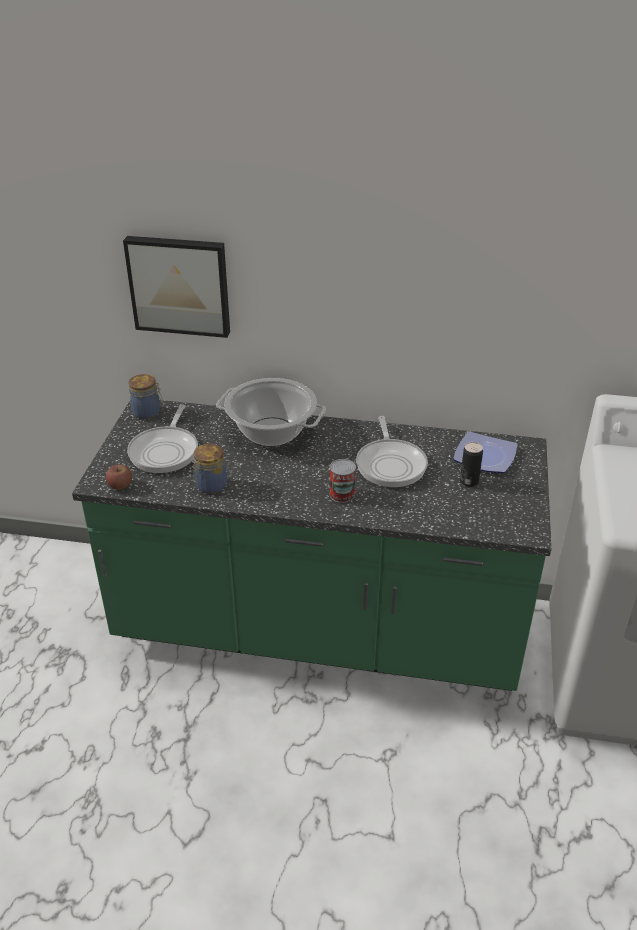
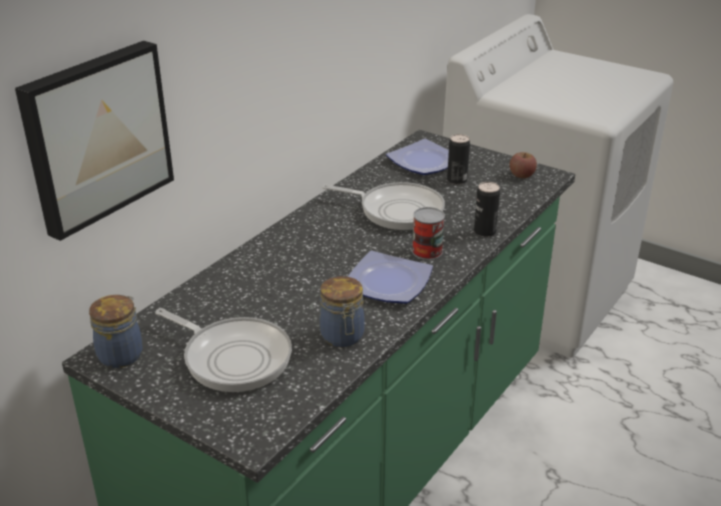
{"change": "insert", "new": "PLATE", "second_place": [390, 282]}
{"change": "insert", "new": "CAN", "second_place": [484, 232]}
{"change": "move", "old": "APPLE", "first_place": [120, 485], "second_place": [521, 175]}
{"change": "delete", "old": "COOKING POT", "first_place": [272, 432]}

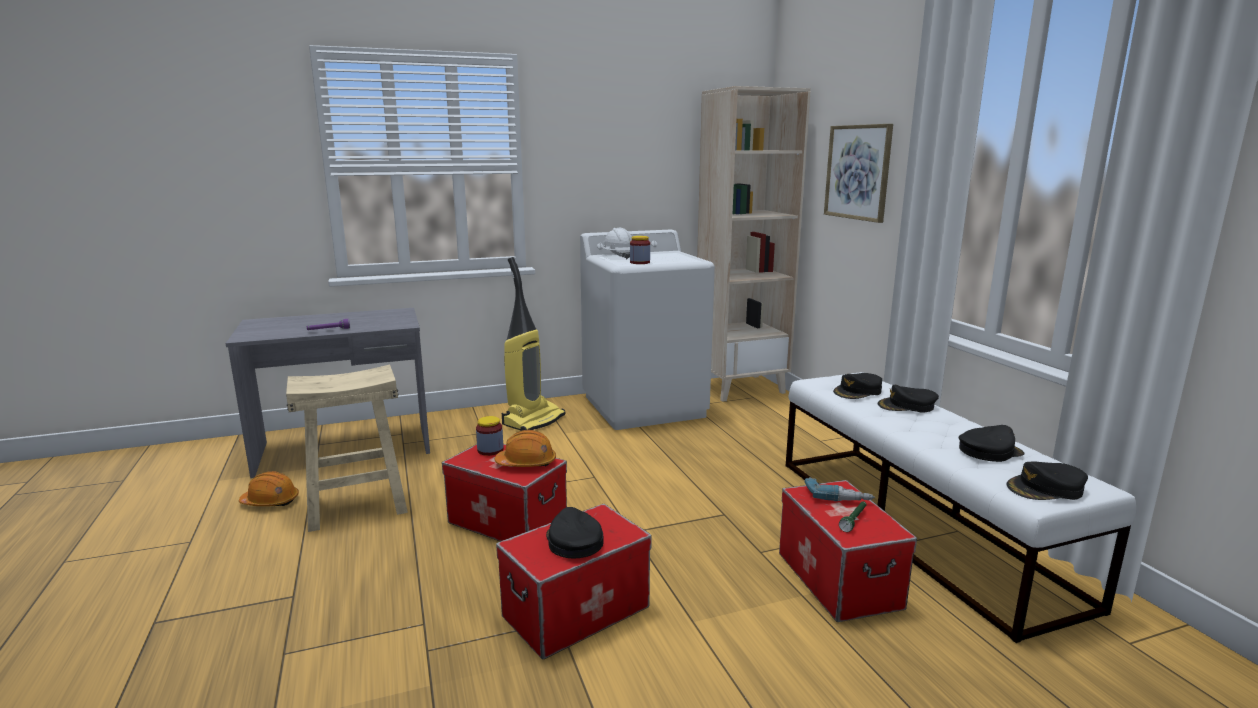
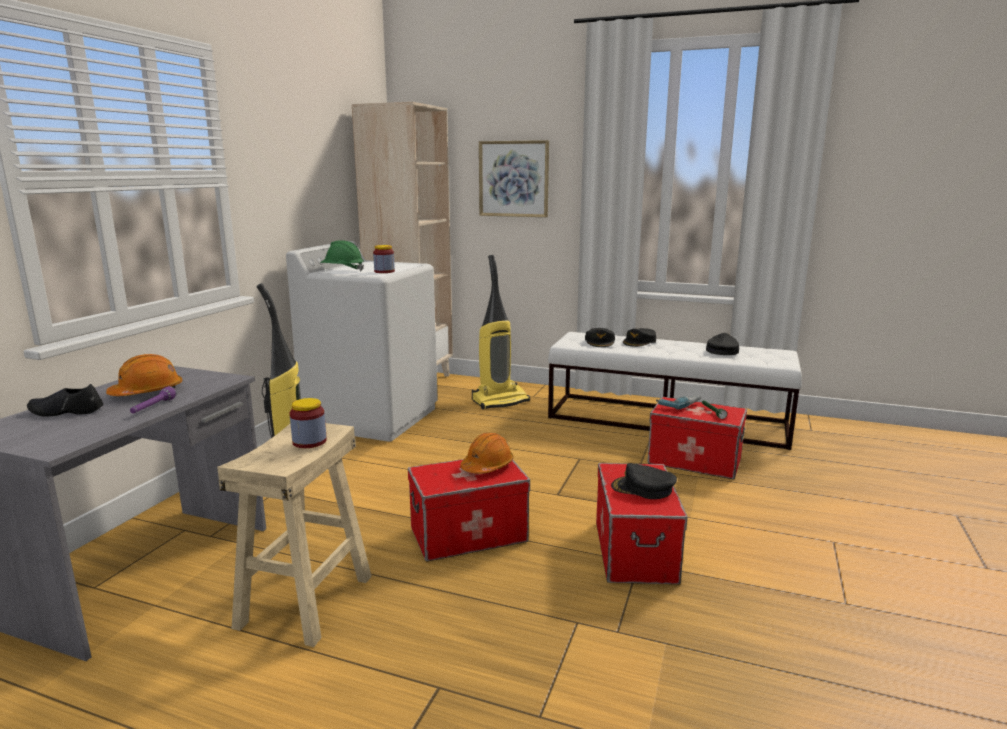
{"change": "insert", "new": "BLACK SHOE", "second_place": [65, 411]}
{"change": "move", "old": "ORANGE HARD HAT", "first_place": [270, 501], "second_place": [147, 392]}
{"change": "move", "old": "JAR", "first_place": [490, 450], "second_place": [309, 442]}
{"change": "recolor", "old": "WHITE HARD HAT", "new": "GREEN HARD HAT", "first_place": [618, 256], "second_place": [342, 270]}
{"change": "insert", "new": "VACUUM CLEANER", "second_place": [500, 401]}
{"change": "delete", "old": "BLACK CAP", "first_place": [1046, 489]}

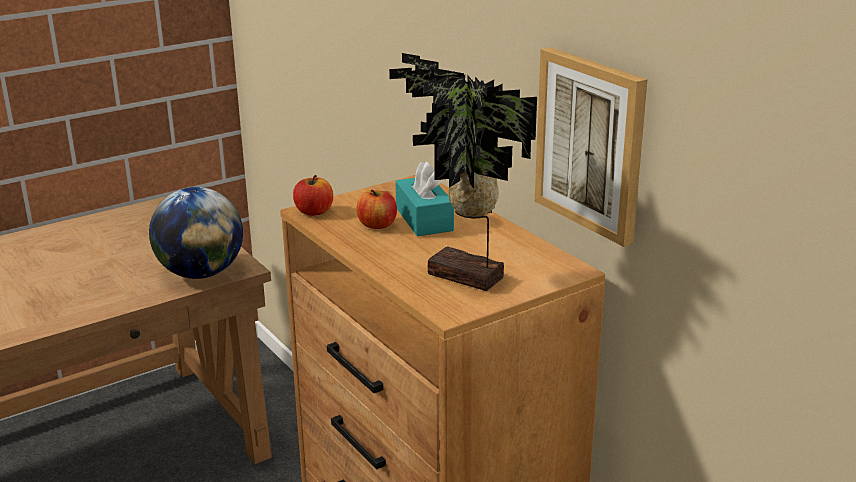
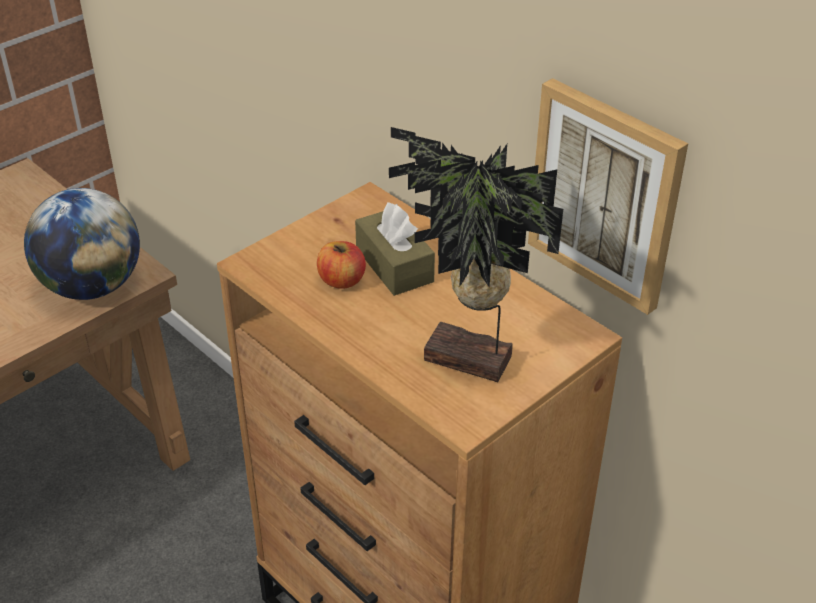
{"change": "recolor", "old": "TURQUOISE TISSUE BOX", "new": "BROWN TISSUE BOX", "first_place": [424, 219], "second_place": [394, 265]}
{"change": "delete", "old": "APPLE", "first_place": [314, 212]}

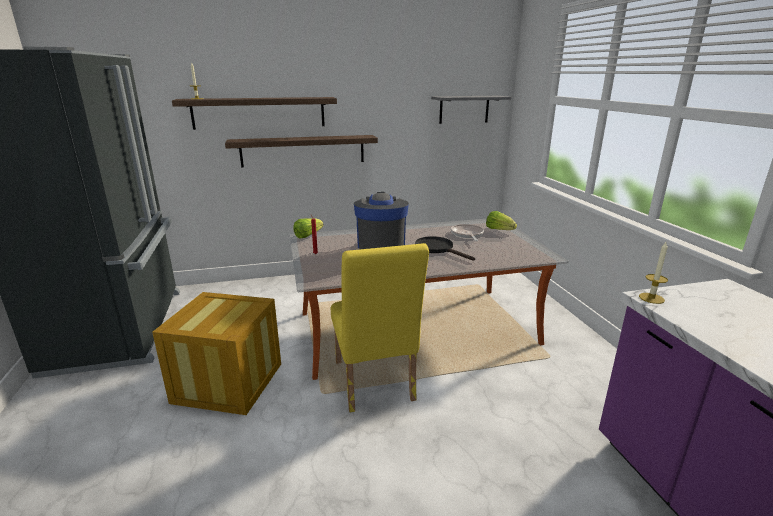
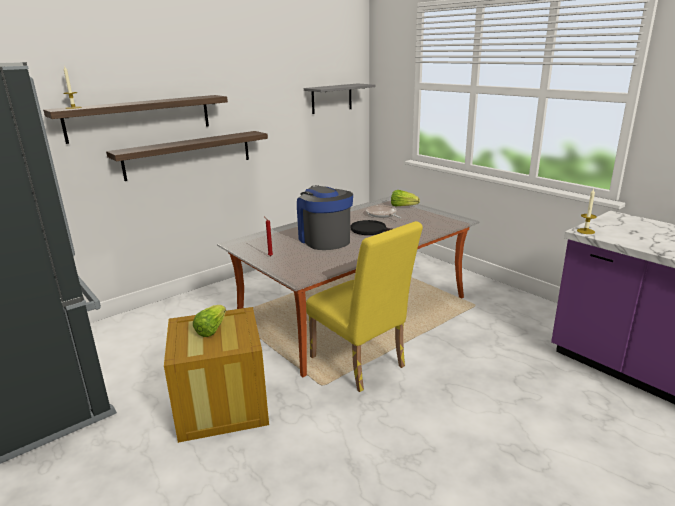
{"change": "move", "old": "LETTUCE", "first_place": [308, 235], "second_place": [211, 329]}

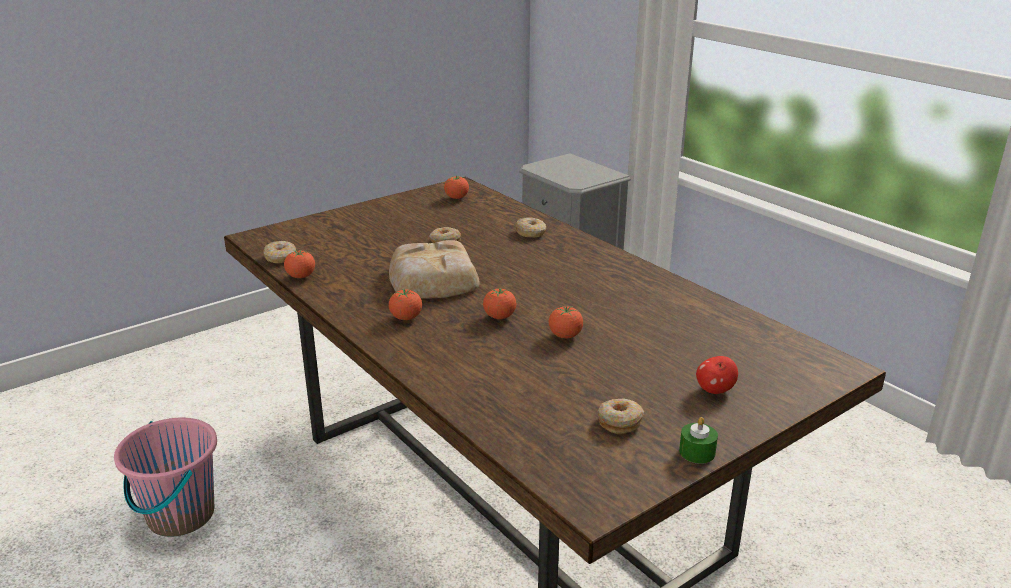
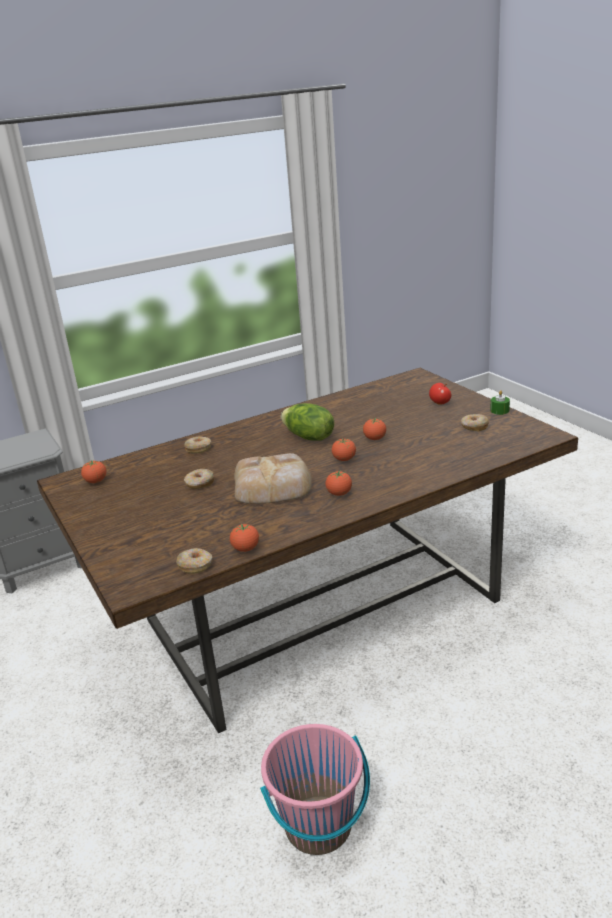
{"change": "insert", "new": "LETTUCE", "second_place": [308, 437]}

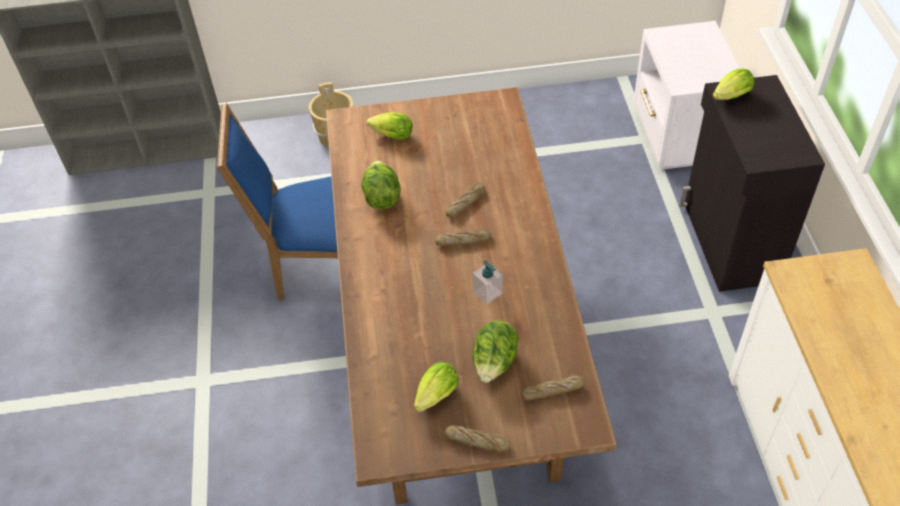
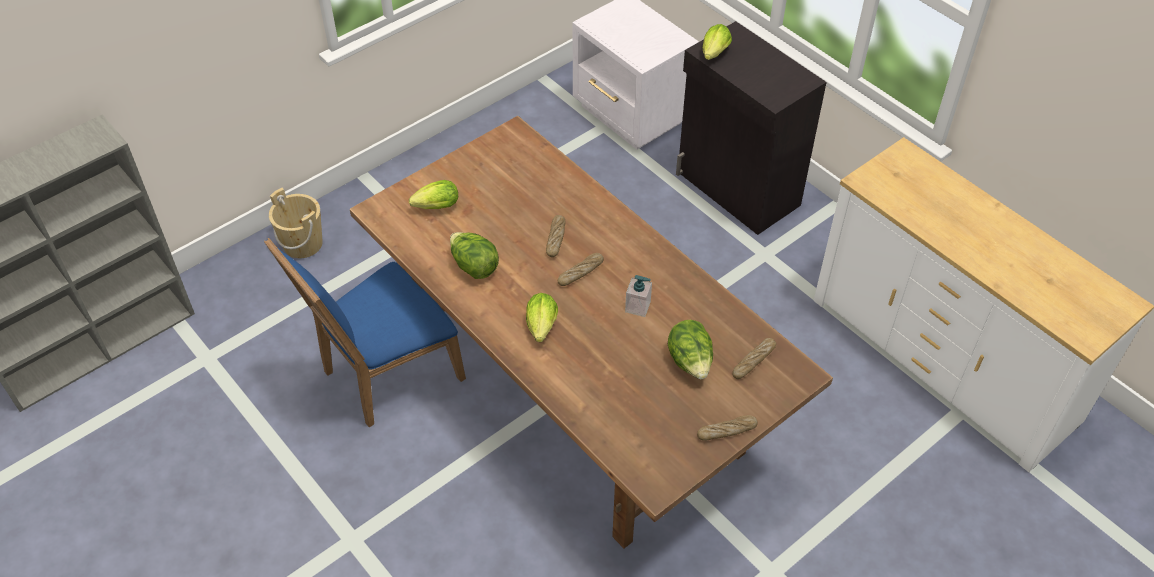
{"change": "move", "old": "LETTUCE", "first_place": [434, 398], "second_place": [541, 329]}

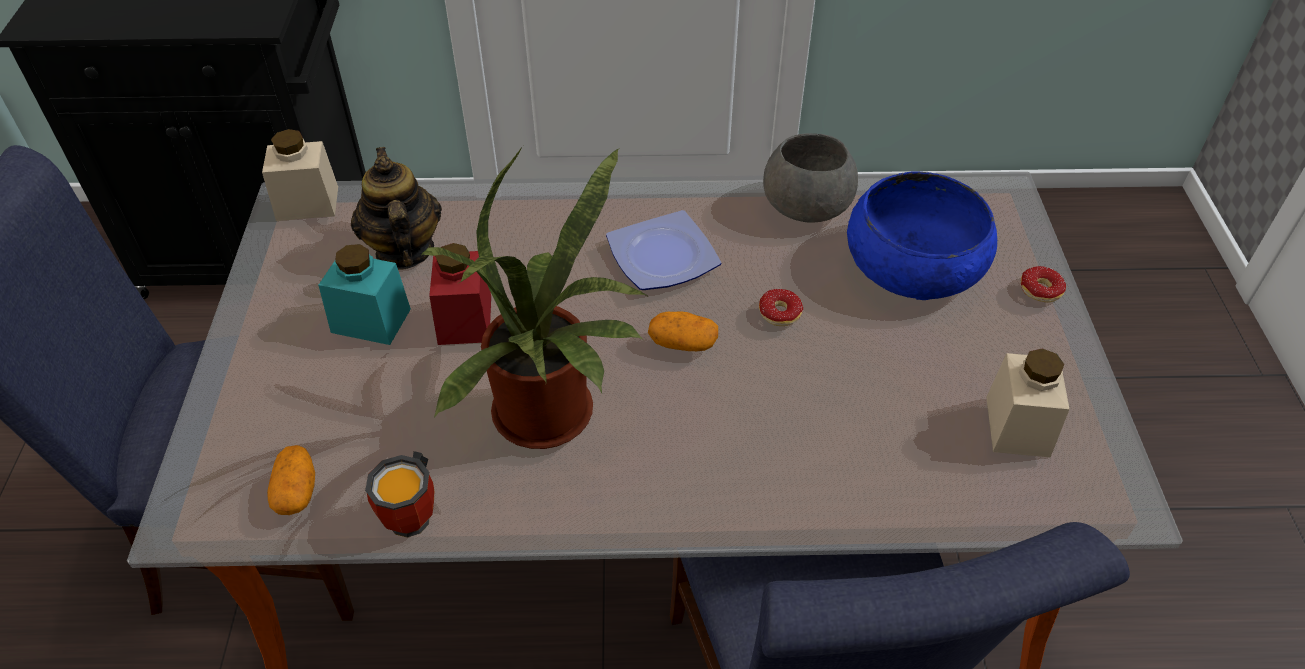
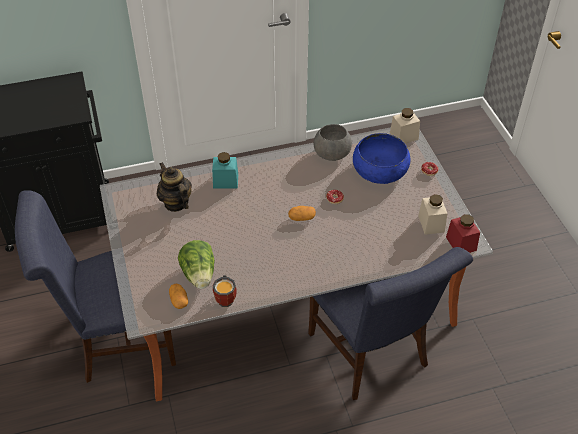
{"change": "insert", "new": "LETTUCE", "second_place": [199, 275]}
{"change": "move", "old": "TURQUOISE JAR", "first_place": [371, 320], "second_place": [225, 181]}
{"change": "move", "old": "BEIGE JAR", "first_place": [307, 203], "second_place": [403, 136]}
{"change": "move", "old": "RED JAR", "first_place": [465, 320], "second_place": [461, 243]}
{"change": "delete", "old": "POTTED PLANT", "first_place": [552, 419]}
{"change": "delete", "old": "PLATE", "first_place": [660, 256]}

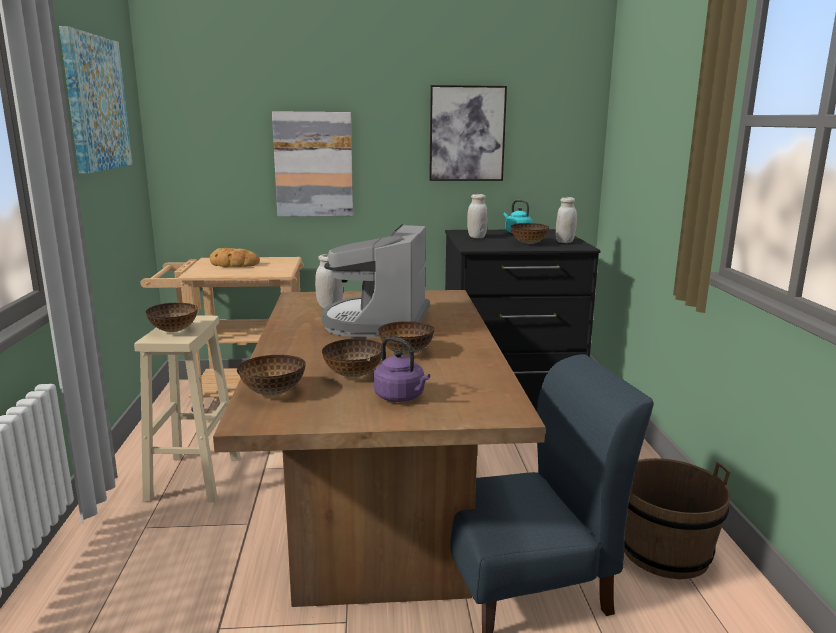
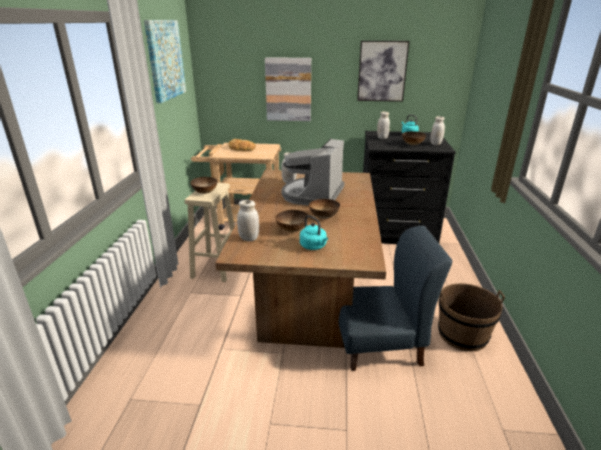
{"change": "replace", "old": "BOWL", "new": "WHITE JAR", "first_place": [274, 392], "second_place": [249, 238]}
{"change": "recolor", "old": "PURPLE KETTLE", "new": "TURQUOISE KETTLE", "first_place": [401, 397], "second_place": [314, 246]}

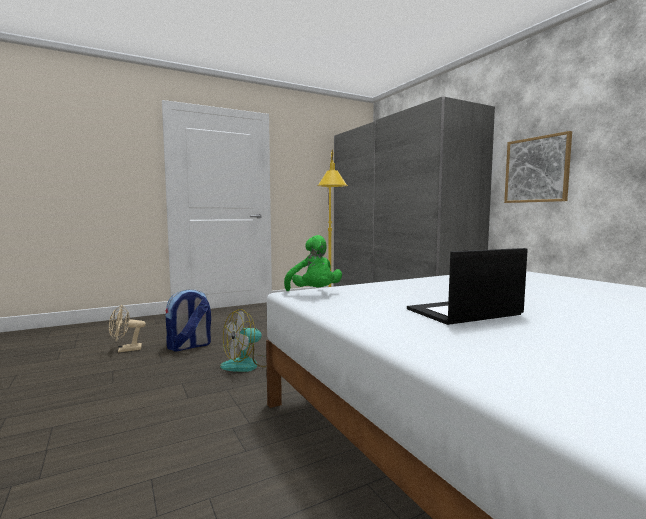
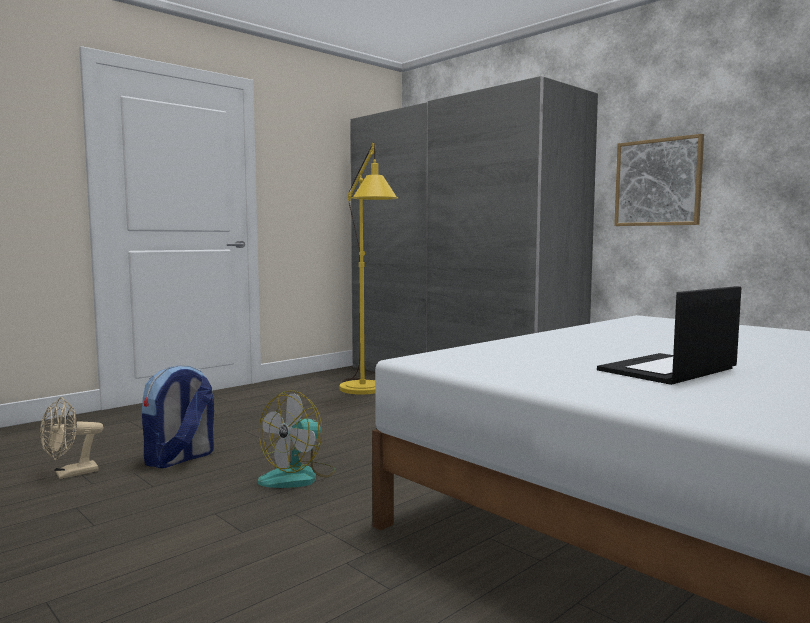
{"change": "delete", "old": "GREEN PLUSH TOY", "first_place": [314, 293]}

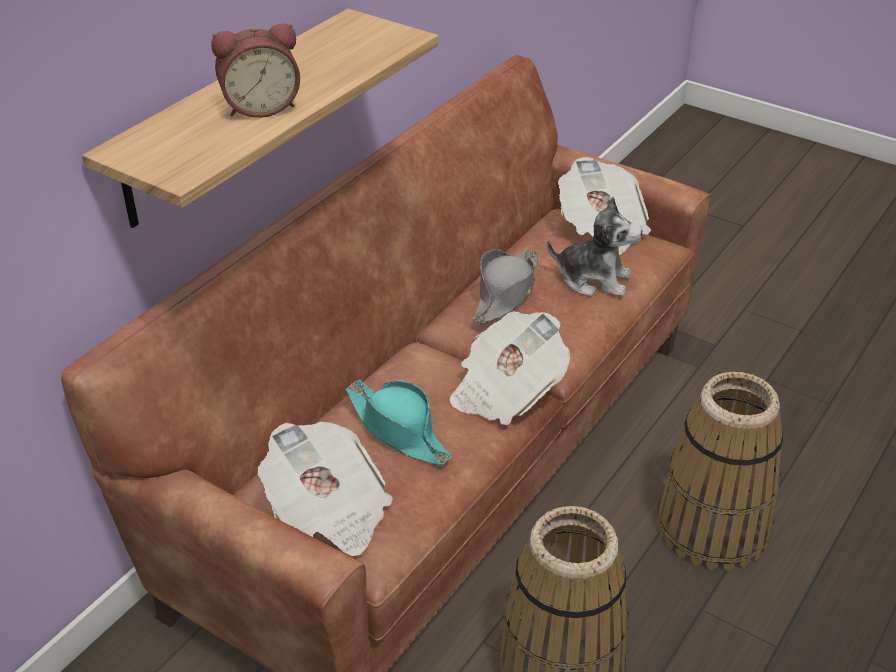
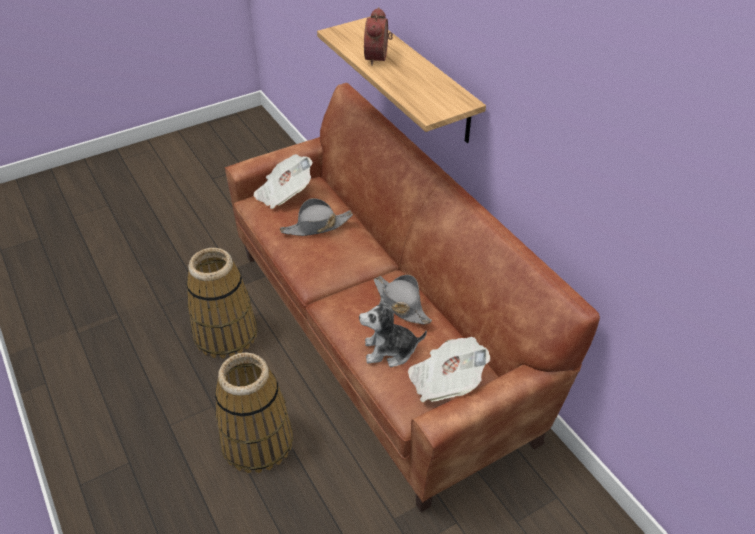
{"change": "recolor", "old": "TURQUOISE HAT", "new": "GREY HAT", "first_place": [398, 430], "second_place": [316, 226]}
{"change": "rotate", "old": "PLUSH TOY", "first_place": [593, 279], "second_place": [390, 350], "degrees": 45}
{"change": "delete", "old": "NEWSPAPER", "first_place": [506, 391]}

